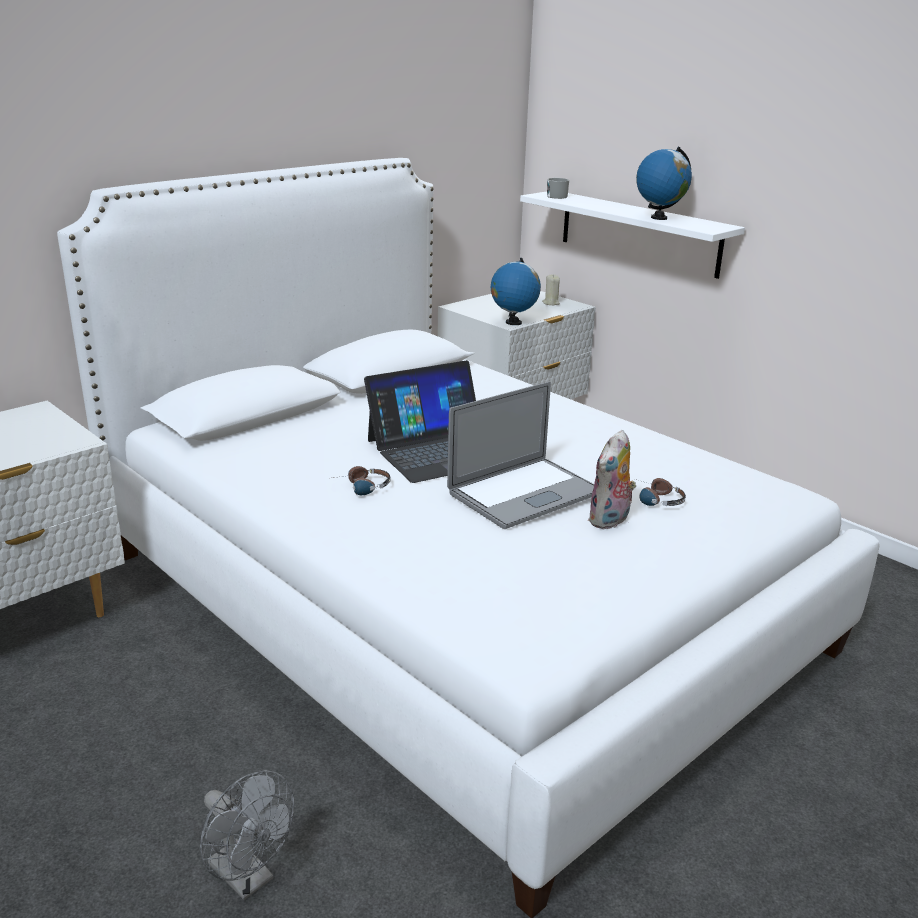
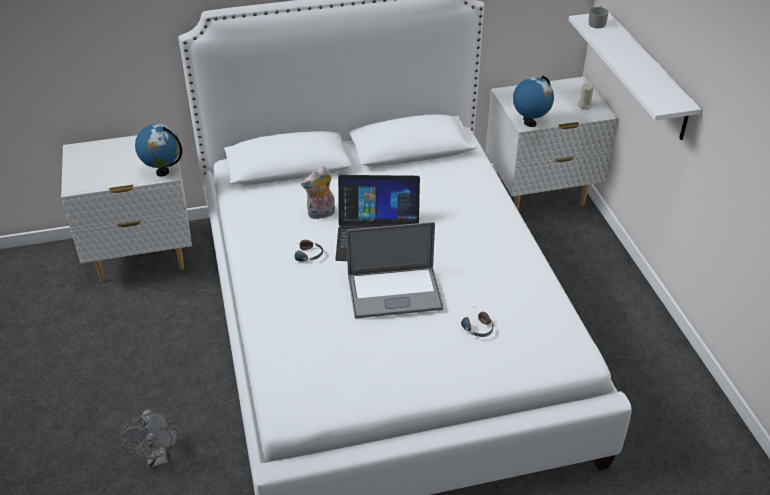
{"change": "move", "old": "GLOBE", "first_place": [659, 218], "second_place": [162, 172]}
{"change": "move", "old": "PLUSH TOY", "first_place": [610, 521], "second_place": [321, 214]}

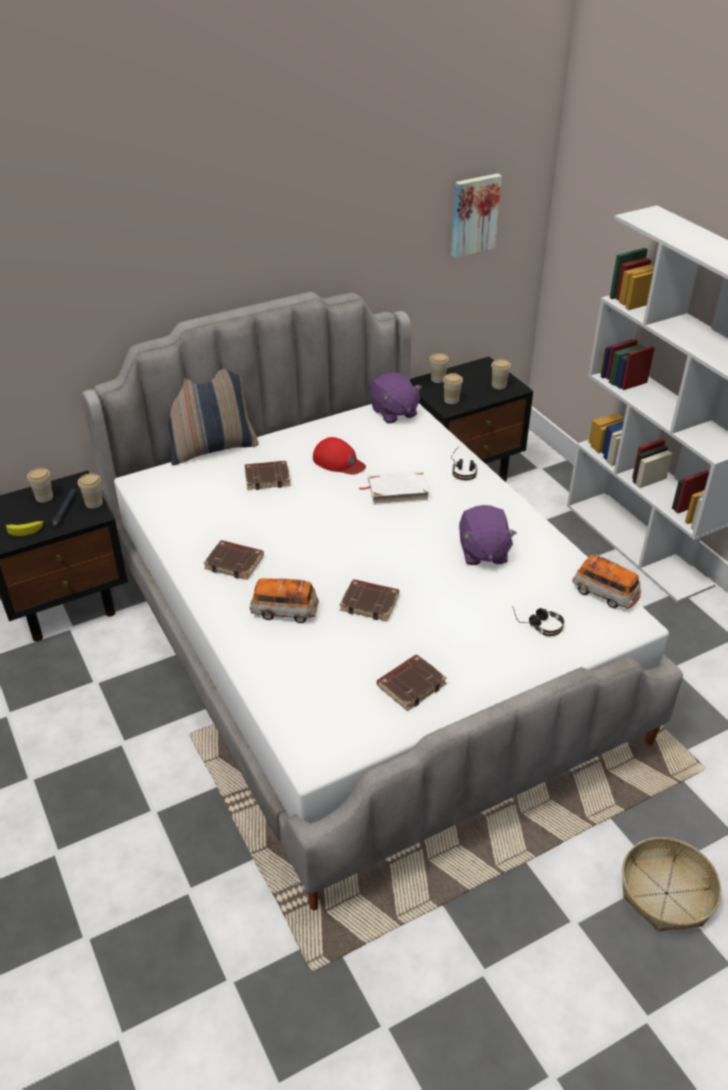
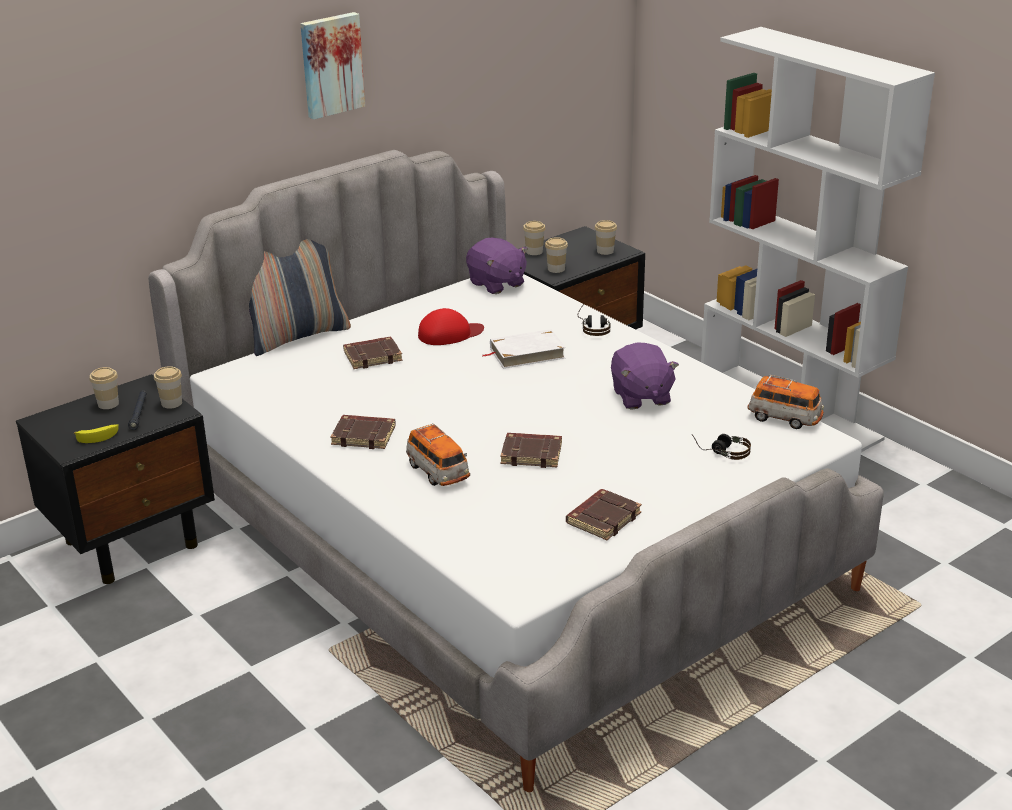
{"change": "move", "old": "PICTURE", "first_place": [474, 214], "second_place": [331, 64]}
{"change": "rotate", "old": "TOY CAR", "first_place": [284, 611], "second_place": [438, 472], "degrees": -120}
{"change": "rotate", "old": "RED CAP", "first_place": [338, 461], "second_place": [450, 334], "degrees": -45}
{"change": "delete", "old": "BASKET", "first_place": [666, 893]}

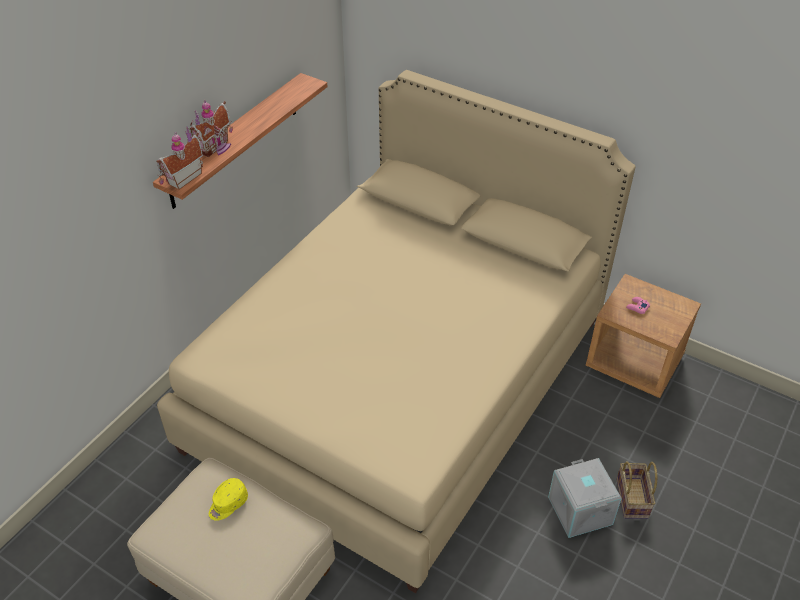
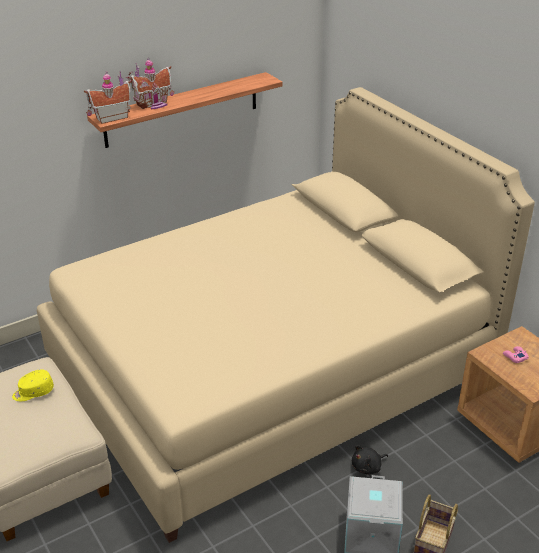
{"change": "insert", "new": "BLACK PLUSH TOY", "second_place": [368, 467]}

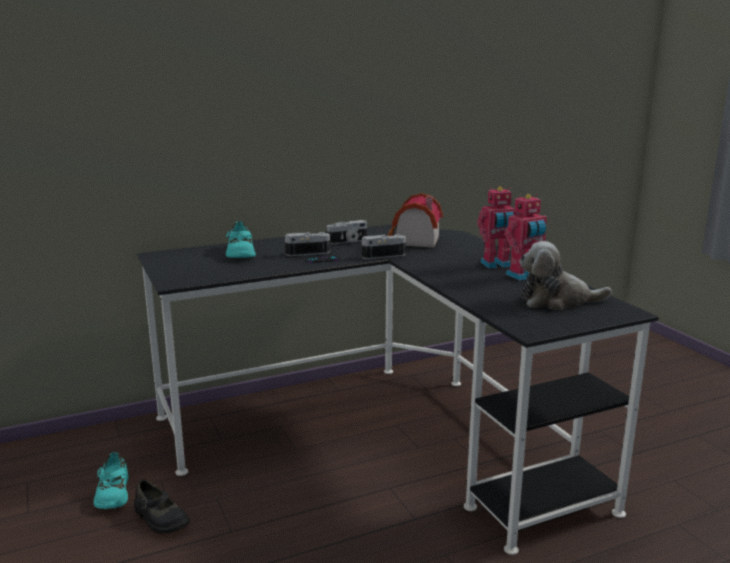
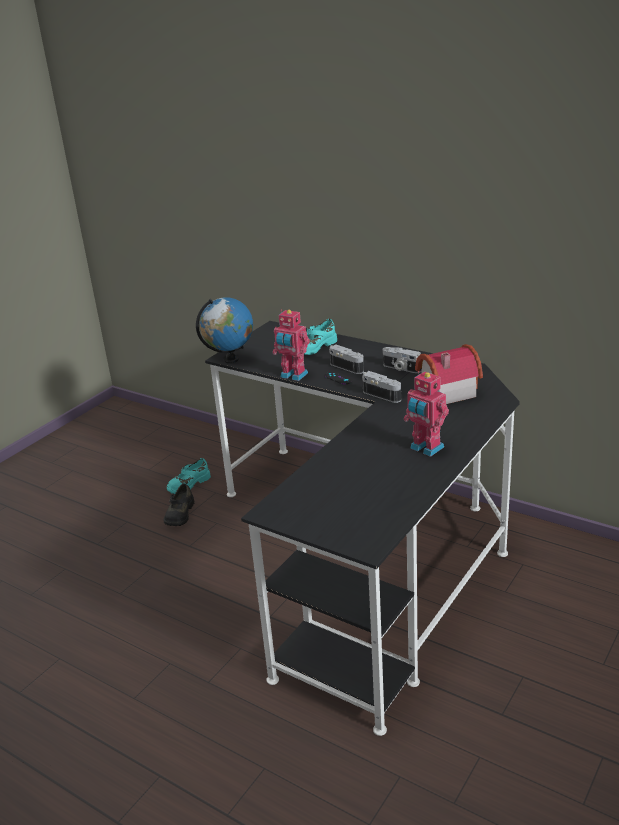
{"change": "insert", "new": "GLOBE", "second_place": [230, 360]}
{"change": "move", "old": "TOY ROBOT", "first_place": [523, 276], "second_place": [293, 376]}
{"change": "delete", "old": "PLUSH TOY", "first_place": [557, 301]}

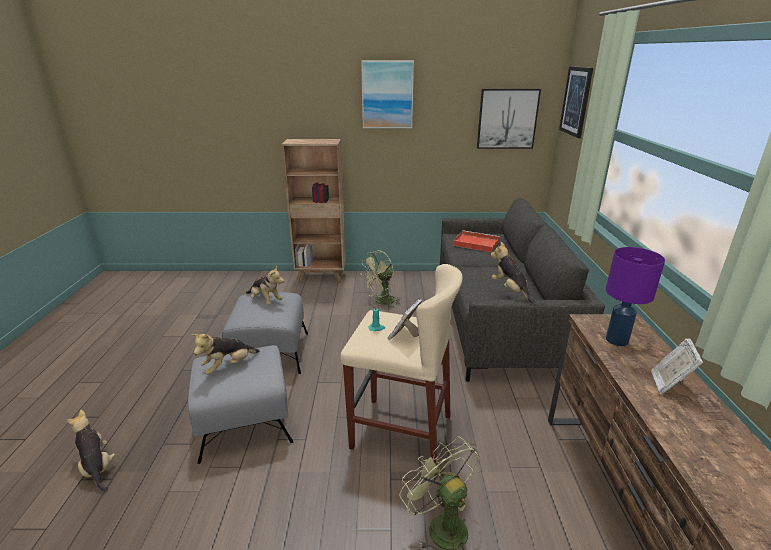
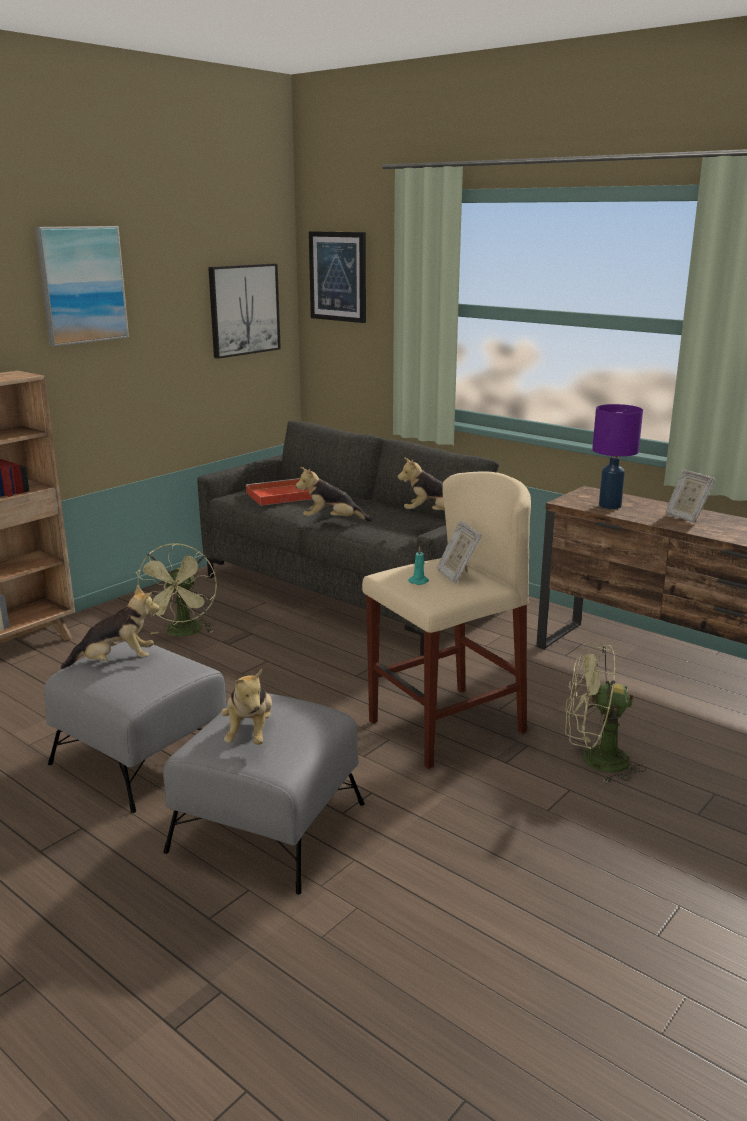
{"change": "move", "old": "PLUSH TOY", "first_place": [97, 467], "second_place": [332, 521]}

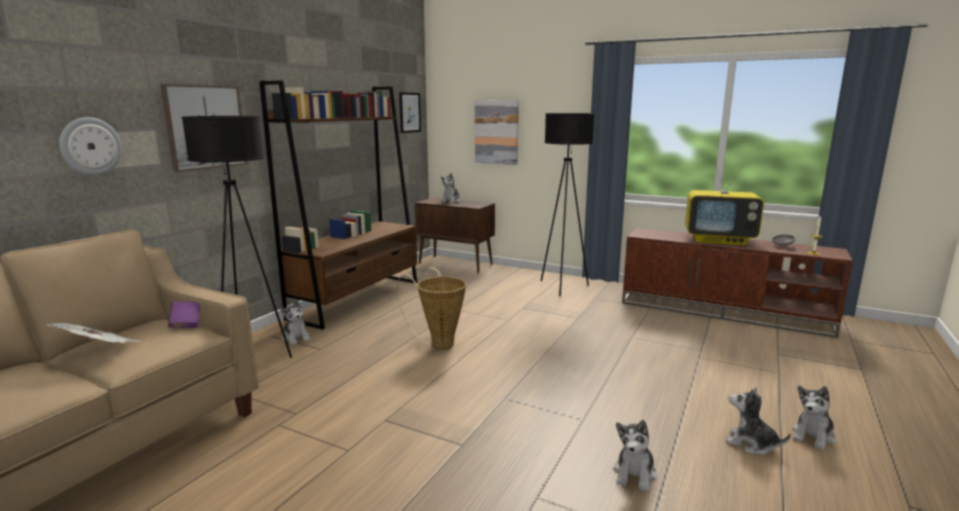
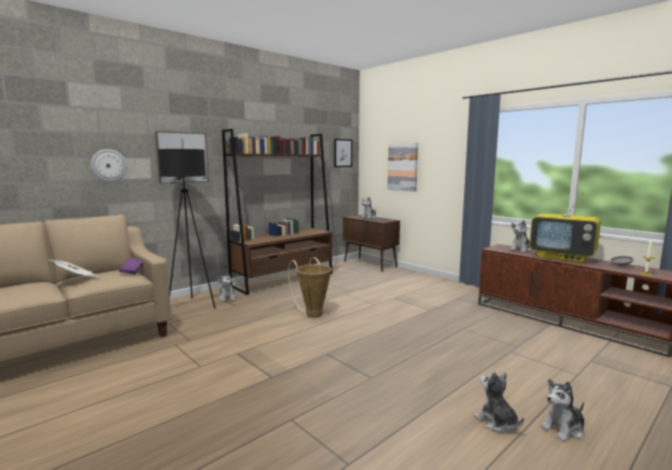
{"change": "move", "old": "PLUSH TOY", "first_place": [635, 474], "second_place": [520, 250]}
{"change": "delete", "old": "BLACK FLOOR LAMP", "first_place": [562, 287]}

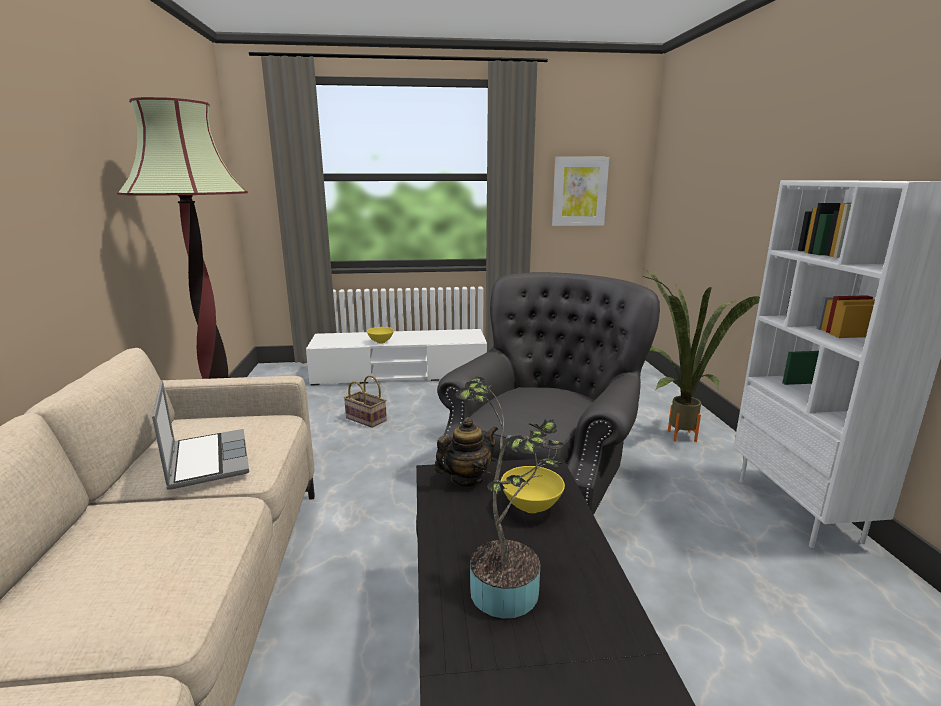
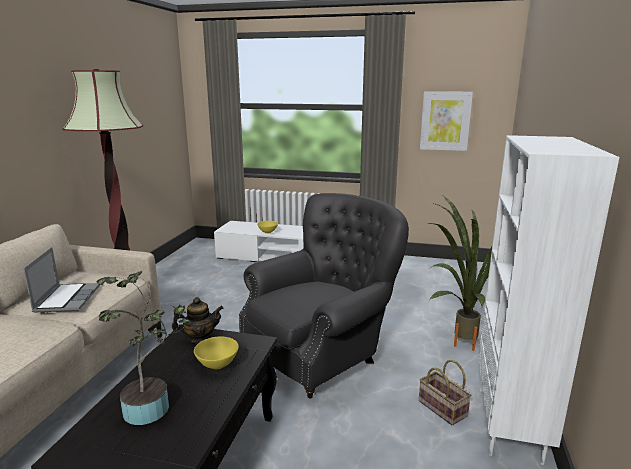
{"change": "move", "old": "BASKET", "first_place": [364, 419], "second_place": [441, 408]}

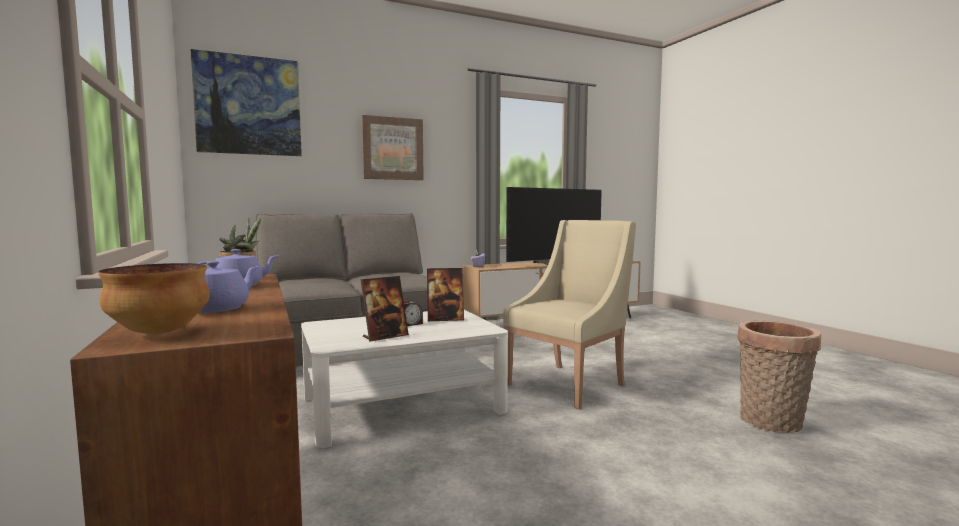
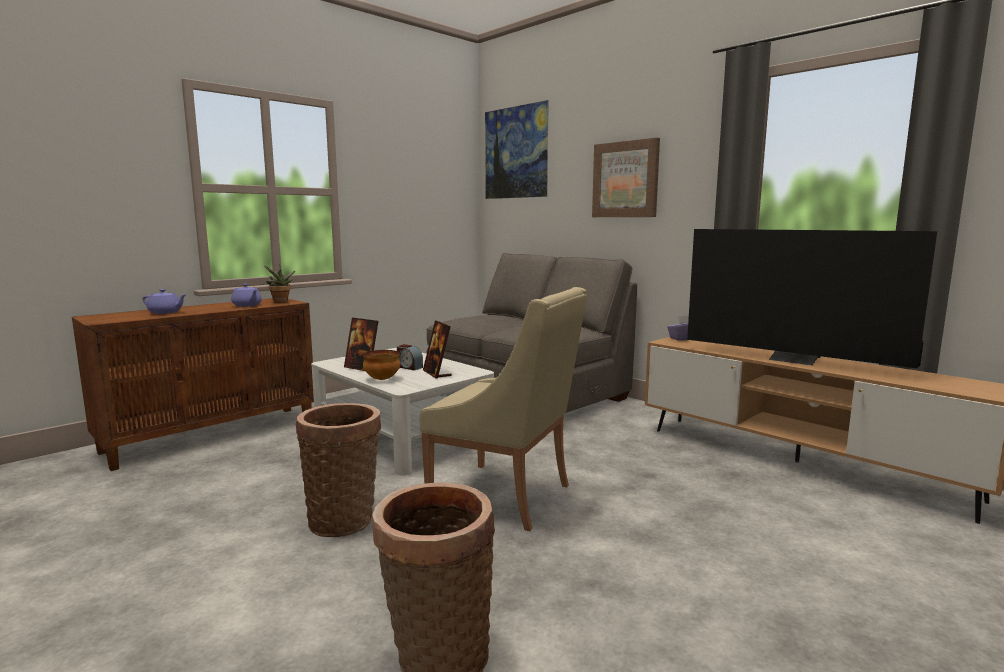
{"change": "insert", "new": "BASKET", "second_place": [344, 519]}
{"change": "move", "old": "BOWL", "first_place": [161, 332], "second_place": [382, 379]}

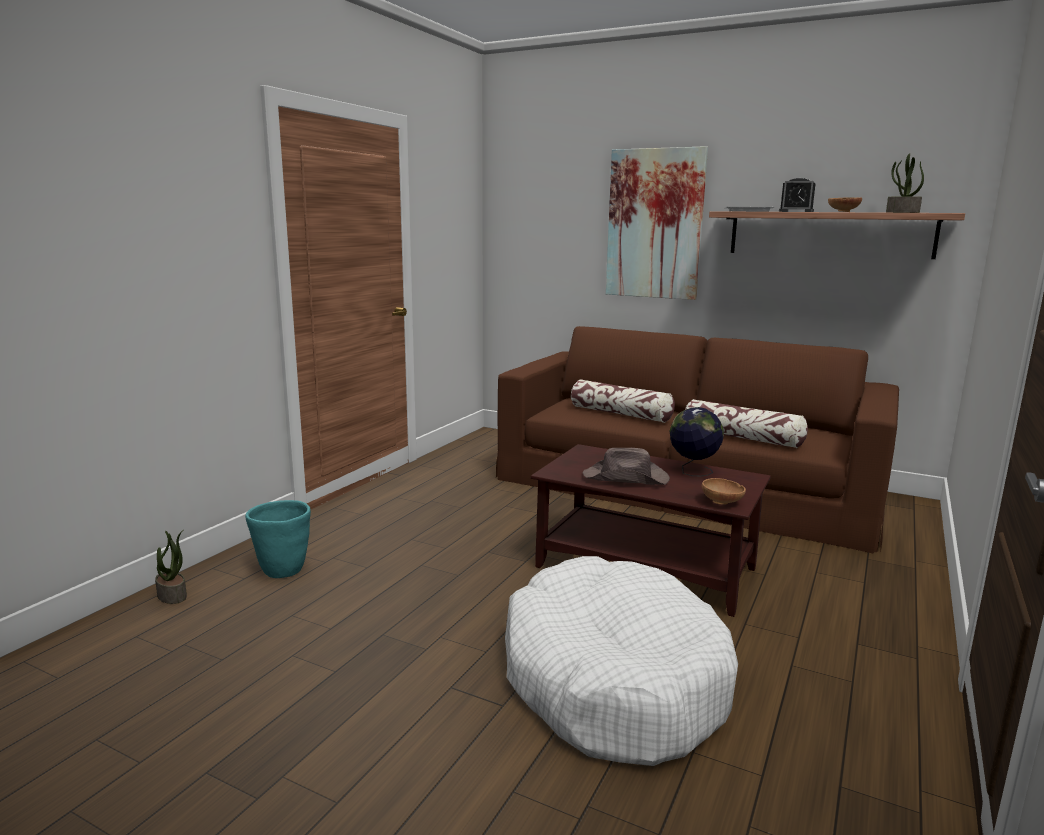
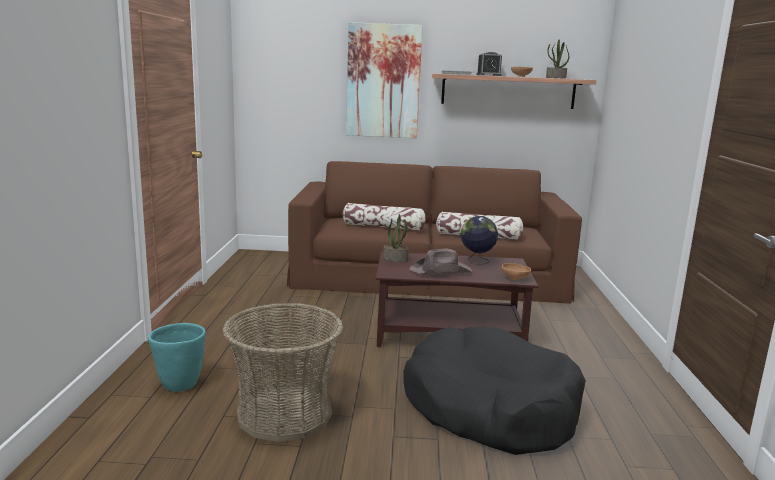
{"change": "insert", "new": "BASKET", "second_place": [284, 414]}
{"change": "move", "old": "POTTED PLANT", "first_place": [173, 595], "second_place": [396, 259]}
{"change": "recolor", "old": "WHITE DOG BED", "new": "BLACK DOG BED", "first_place": [612, 680], "second_place": [489, 407]}

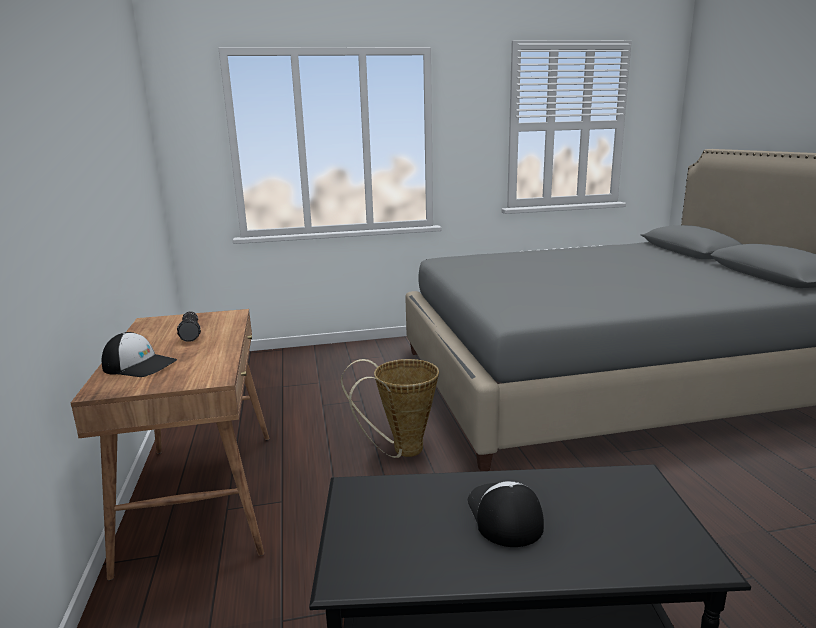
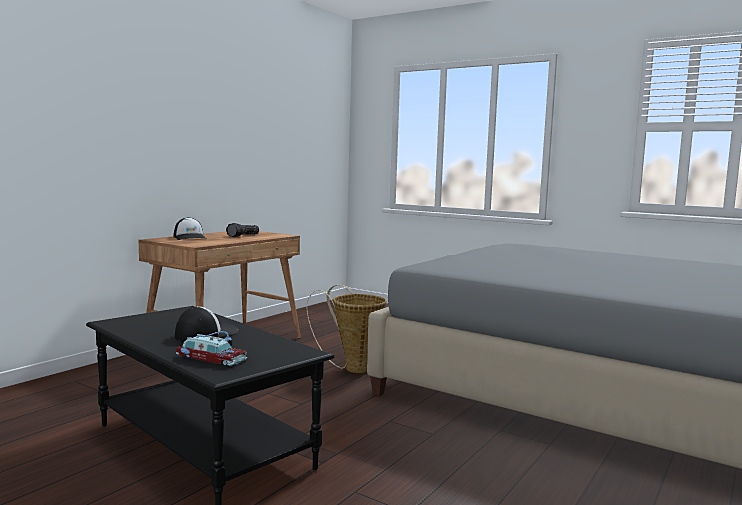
{"change": "insert", "new": "TOY CAR", "second_place": [211, 358]}

